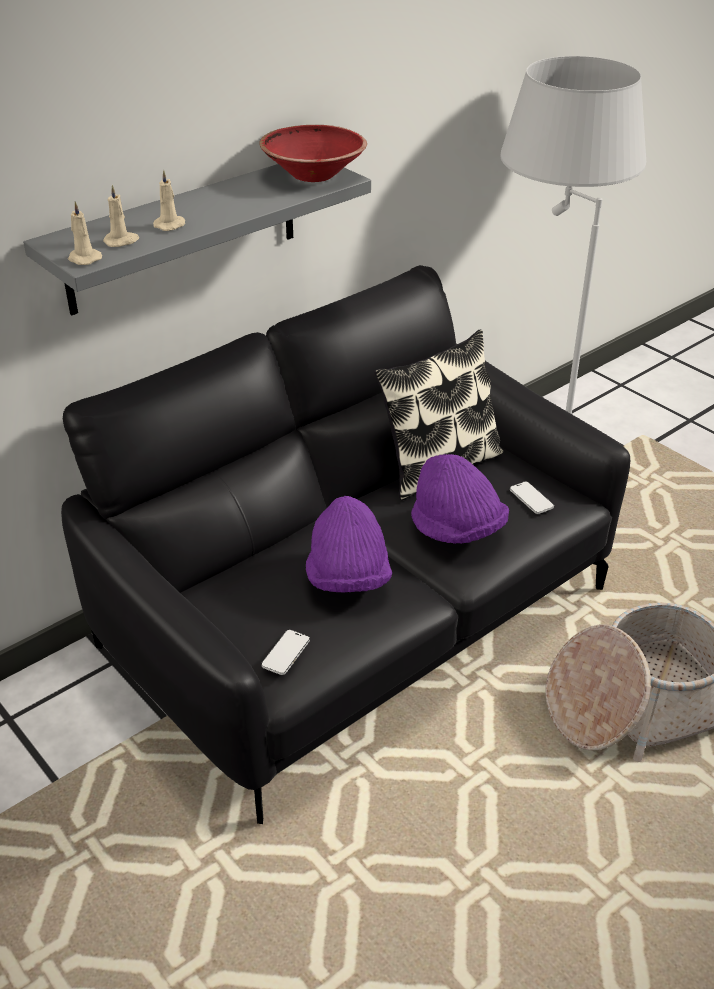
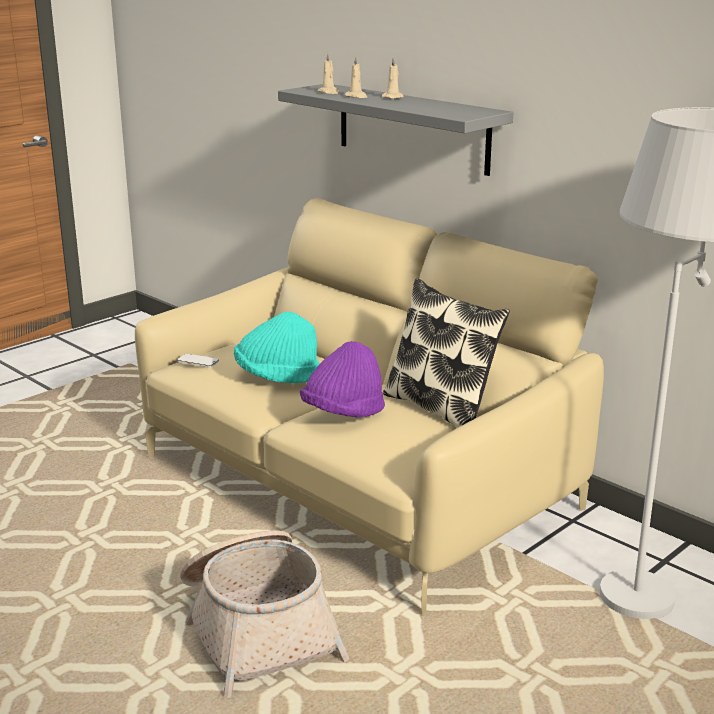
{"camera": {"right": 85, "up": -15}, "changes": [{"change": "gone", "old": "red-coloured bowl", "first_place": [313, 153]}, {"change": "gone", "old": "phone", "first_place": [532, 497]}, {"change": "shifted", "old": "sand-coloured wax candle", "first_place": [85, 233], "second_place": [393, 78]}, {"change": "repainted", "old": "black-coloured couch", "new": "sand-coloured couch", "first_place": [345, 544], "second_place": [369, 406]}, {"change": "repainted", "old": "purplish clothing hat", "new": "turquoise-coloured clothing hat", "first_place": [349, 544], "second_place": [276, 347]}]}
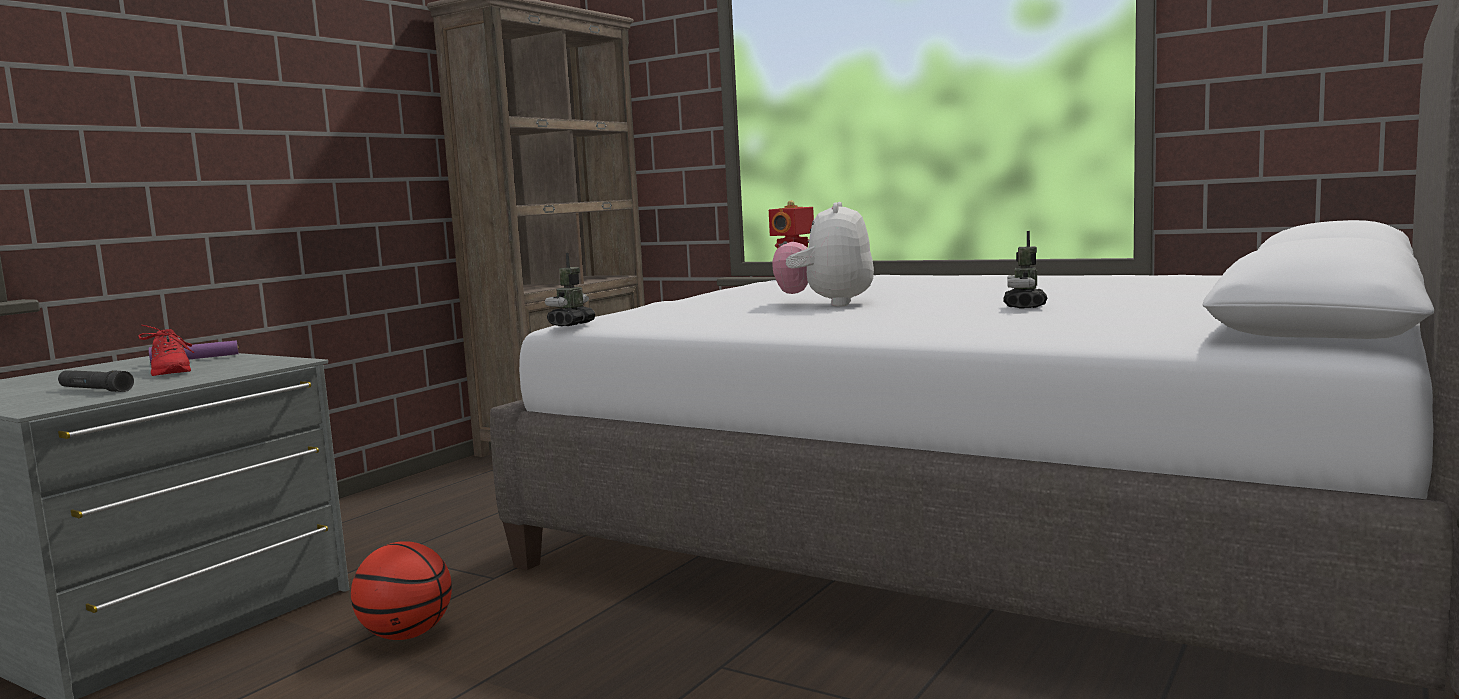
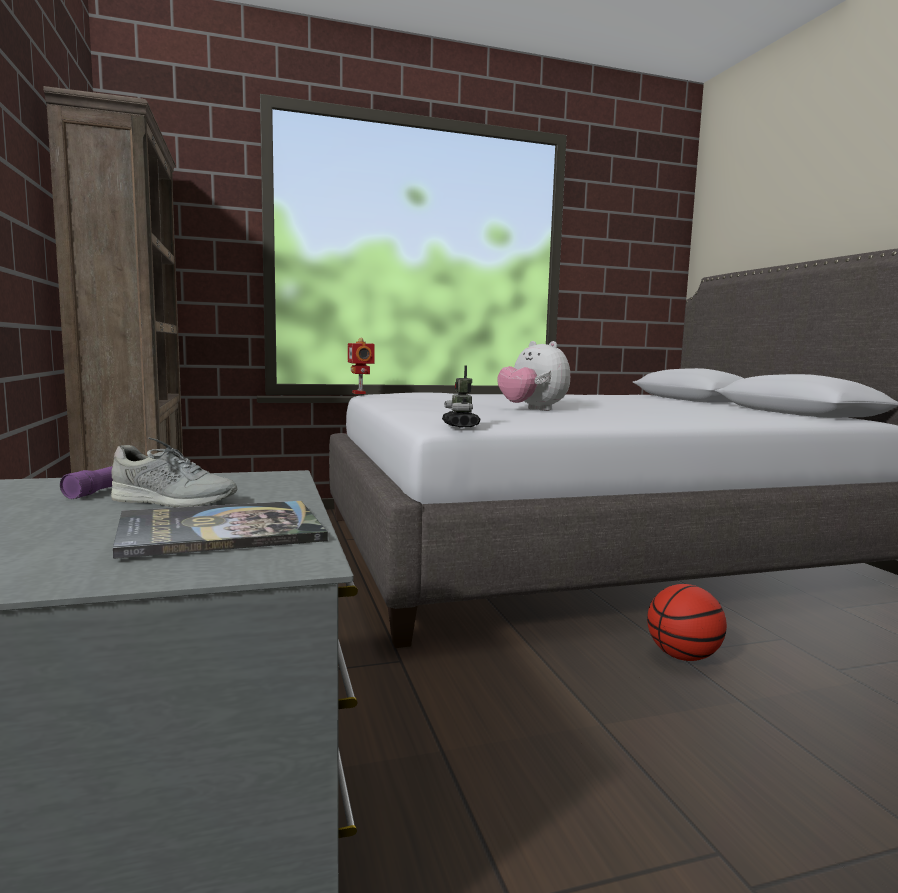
{"camera": {"right": -50, "up": 0}, "changes": [{"change": "gone", "old": "model robot", "first_place": [1025, 270]}, {"change": "shifted", "old": "basketball", "first_place": [401, 590], "second_place": [687, 622]}, {"change": "swapped", "old": "black-coloured flashlight", "new": "bound book", "first_place": [96, 381], "second_place": [220, 530]}, {"change": "repainted", "old": "red-coloured shoe", "new": "grey shoe", "first_place": [166, 350], "second_place": [174, 473]}]}
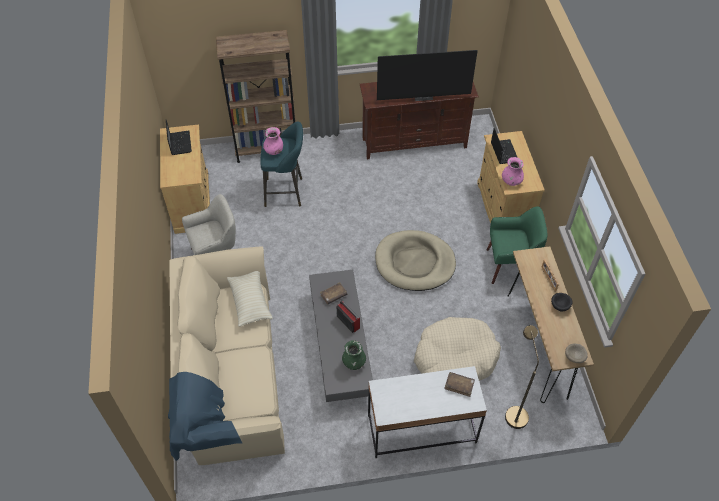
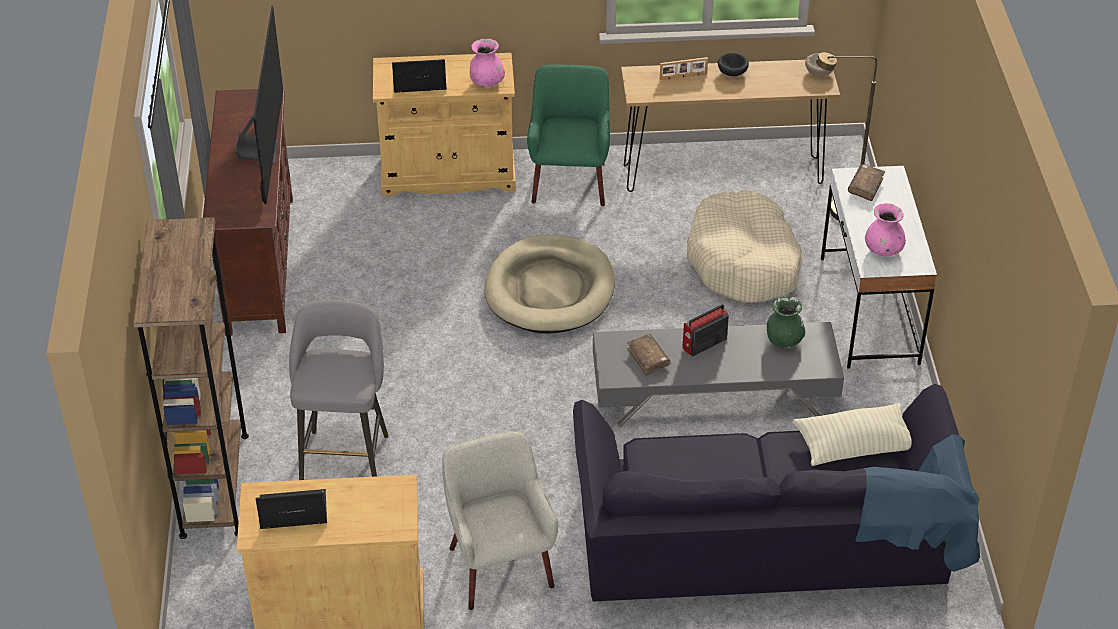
{"camera": {"right": -85, "up": -10}, "changes": [{"change": "shifted", "old": "sand-coloured throw pillow", "first_place": [250, 299], "second_place": [852, 434]}, {"change": "shifted", "old": "pink vase", "first_place": [273, 141], "second_place": [885, 230]}, {"change": "repainted", "old": "sand-coloured couch", "new": "black-coloured couch", "first_place": [226, 355], "second_place": [776, 493]}, {"change": "repainted", "old": "turquoise-coloured sitting stool", "new": "grey sitting stool", "first_place": [281, 164], "second_place": [339, 390]}]}
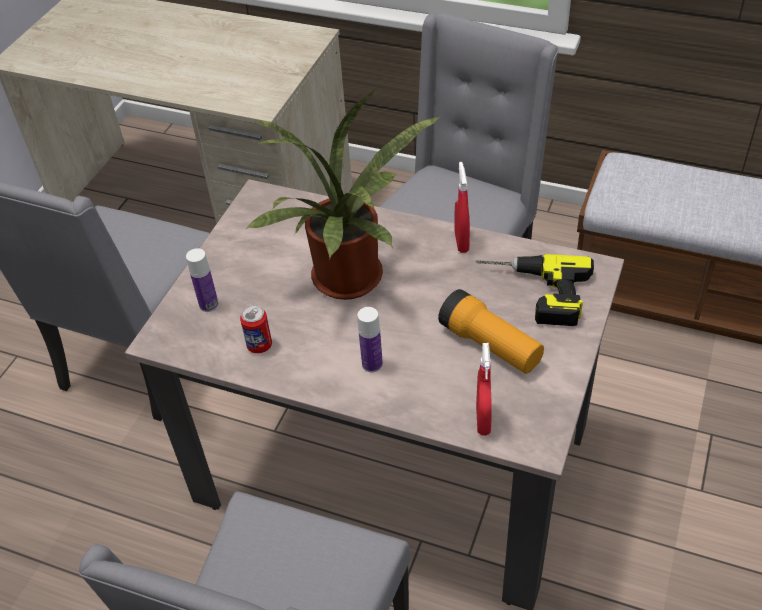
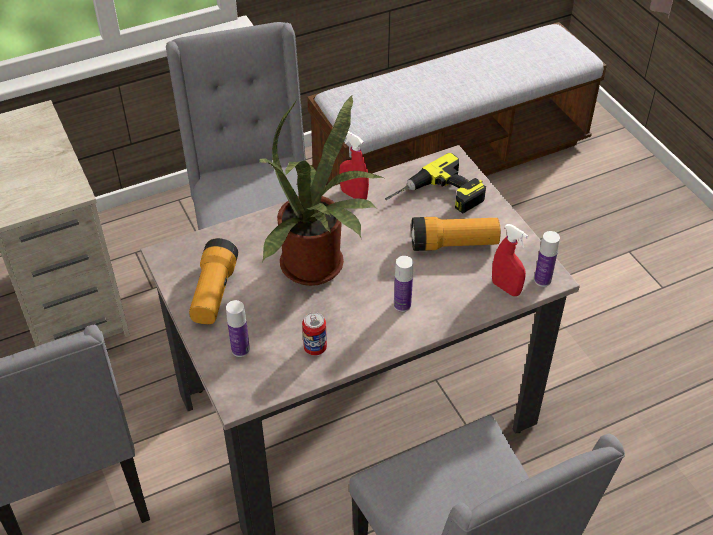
{"camera": {"right": -50, "up": 0}, "changes": [{"change": "new", "new": "flashlight", "second_place": [213, 281]}, {"change": "new", "new": "drink bottle", "second_place": [547, 259]}]}
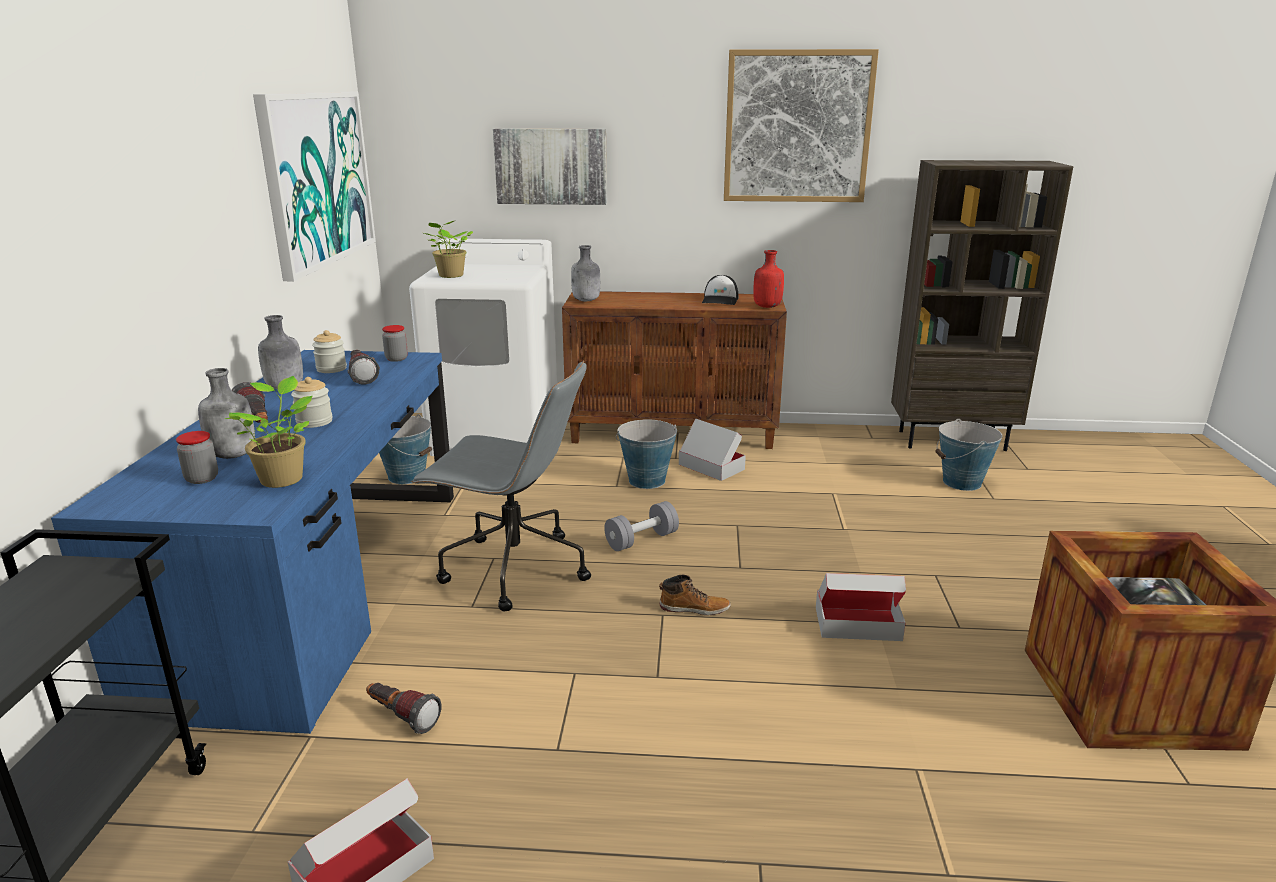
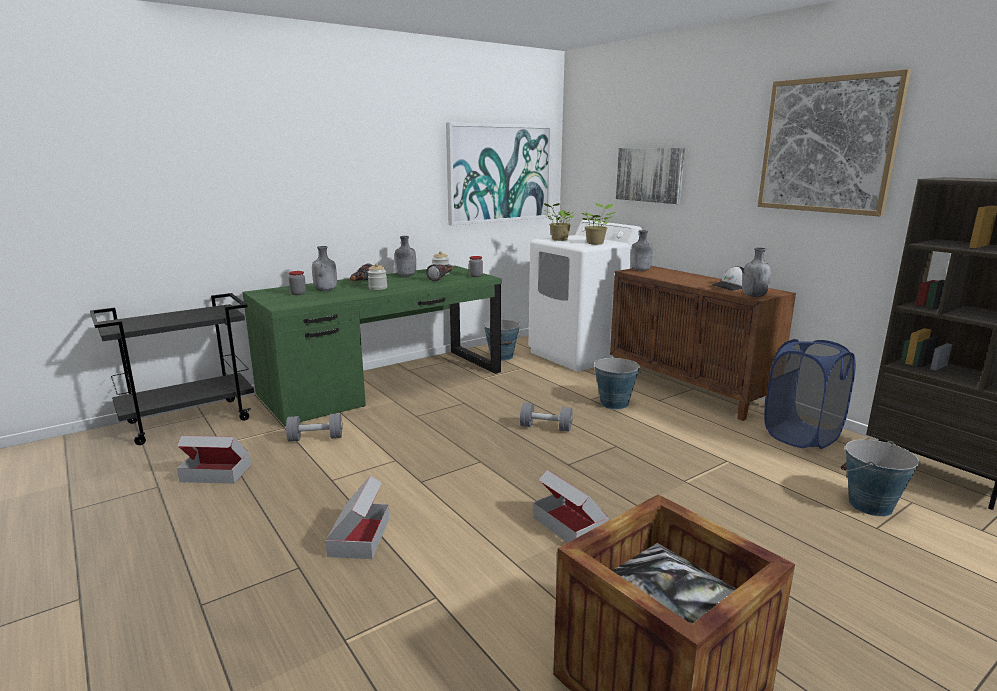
{"camera": {"right": 50, "up": -5}, "changes": [{"change": "gone", "old": "grey computer chair", "first_place": [501, 486]}, {"change": "gone", "old": "boot", "first_place": [695, 595]}, {"change": "new", "new": "blue hamper", "second_place": [810, 394]}, {"change": "shifted", "old": "plant in a pot", "first_place": [268, 432], "second_place": [598, 223]}, {"change": "shifted", "old": "carton", "first_place": [712, 450], "second_place": [357, 517]}, {"change": "swapped", "old": "flashlight", "new": "grey hand weight", "first_place": [404, 708], "second_place": [314, 427]}, {"change": "repainted", "old": "blue desk", "new": "green desk", "first_place": [252, 542], "second_place": [372, 346]}, {"change": "repainted", "old": "red-coloured drink bottle", "new": "grey drink bottle", "first_place": [768, 279], "second_place": [756, 272]}]}
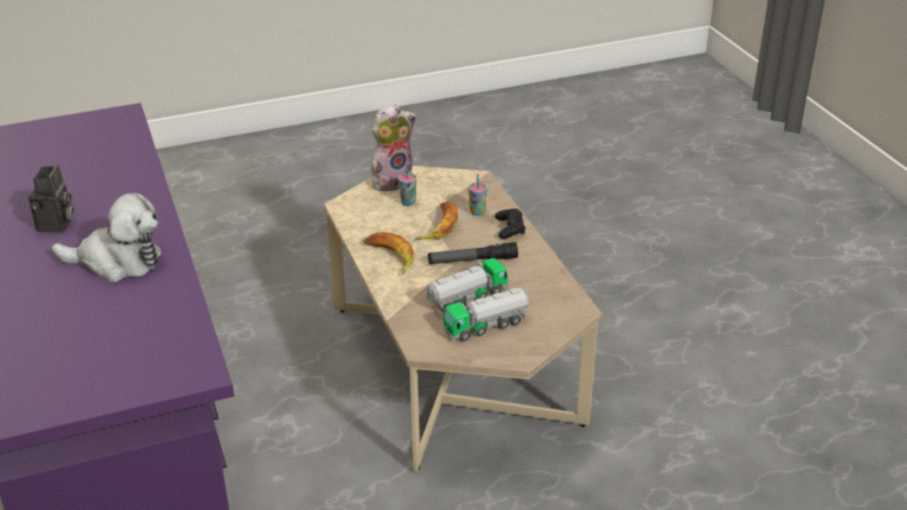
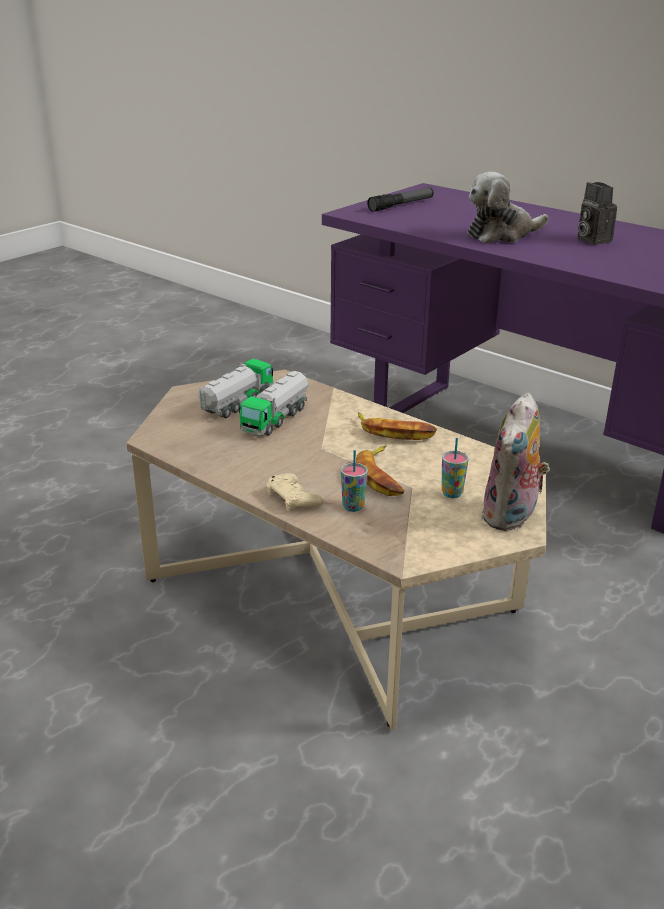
{"camera": {"right": 150, "up": -5}, "changes": [{"change": "shifted", "old": "flashlight", "first_place": [473, 253], "second_place": [400, 199]}, {"change": "repainted", "old": "black-coloured game controller", "new": "sand-coloured game controller", "first_place": [510, 223], "second_place": [295, 492]}]}
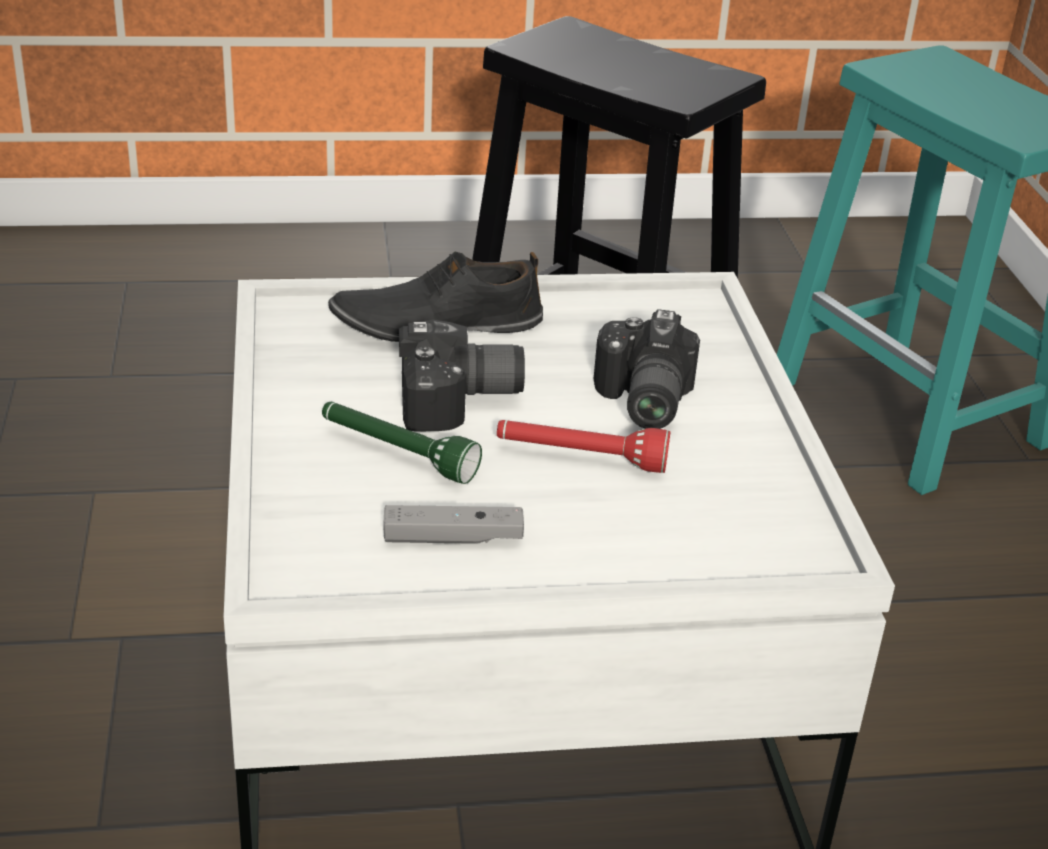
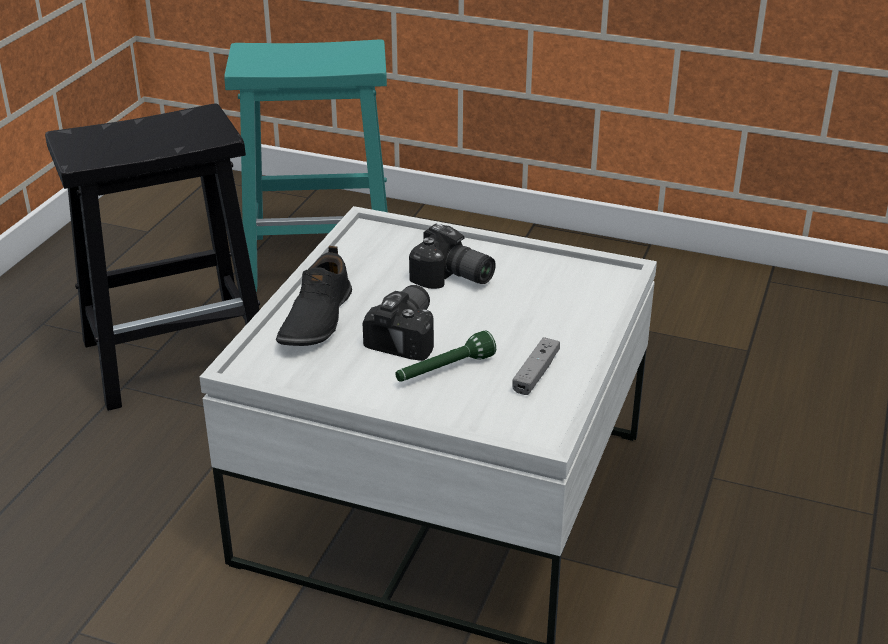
{"camera": {"right": -60, "up": 0}, "changes": [{"change": "gone", "old": "red-coloured flashlight", "first_place": [584, 446]}]}
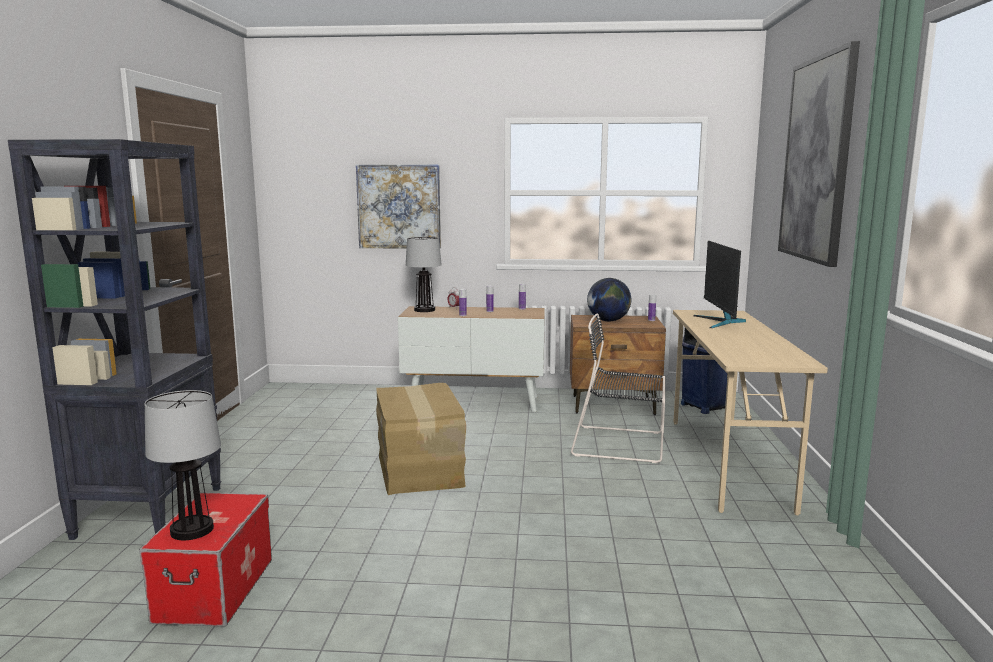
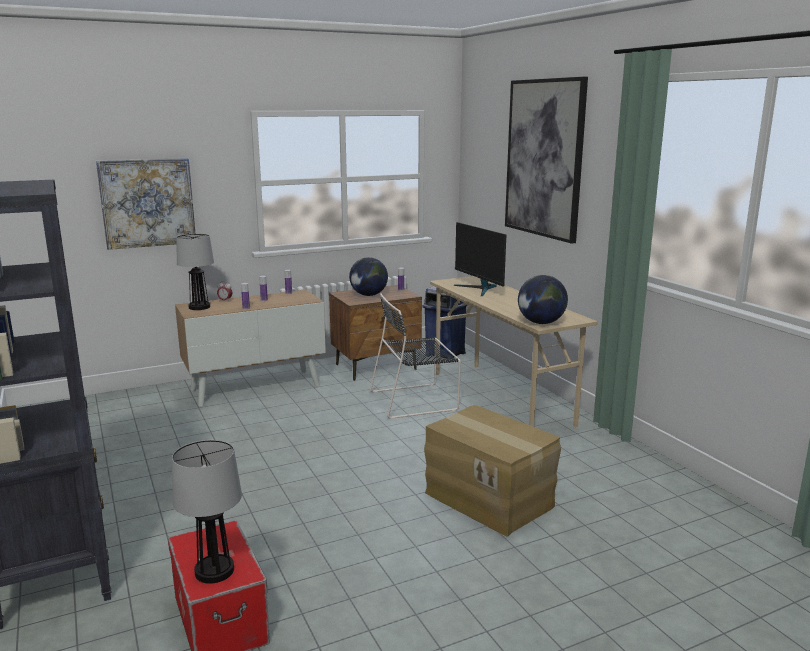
{"camera": {"right": -30, "up": 5}, "changes": [{"change": "new", "new": "world globe", "second_place": [543, 299]}, {"change": "shifted", "old": "carton", "first_place": [421, 439], "second_place": [492, 471]}]}
